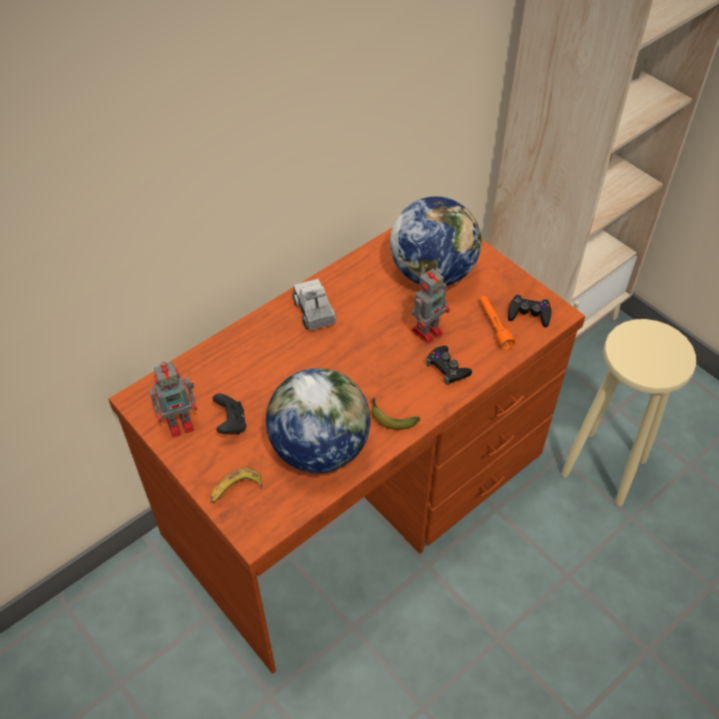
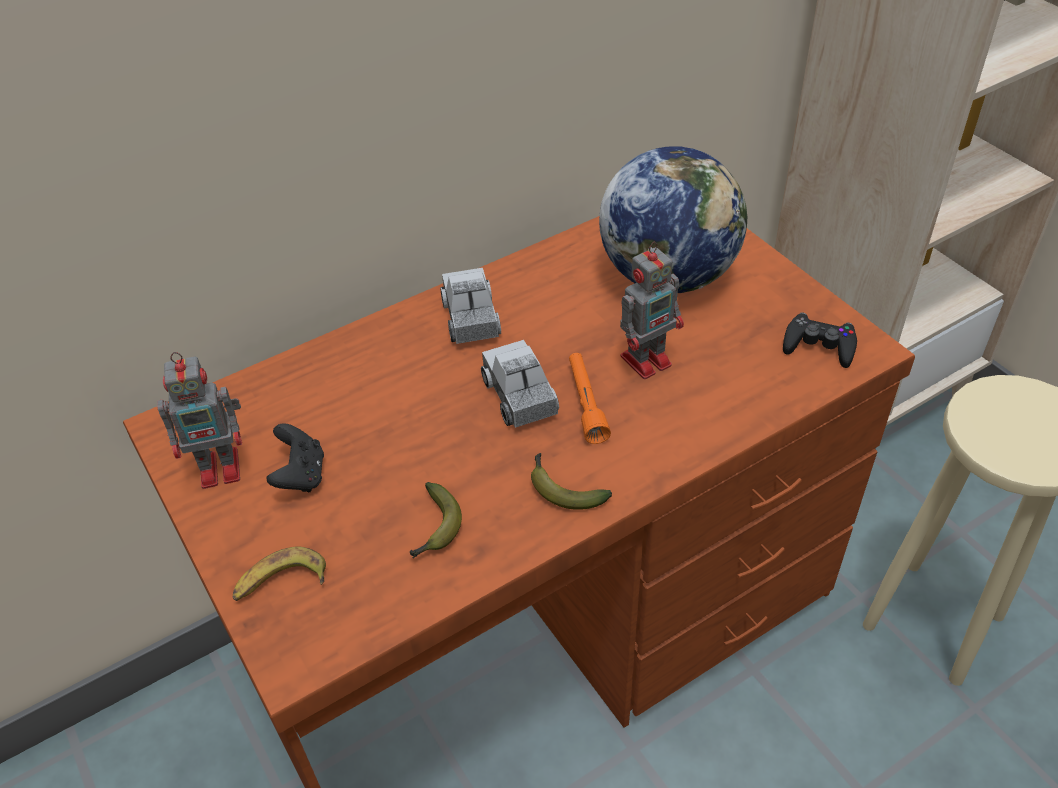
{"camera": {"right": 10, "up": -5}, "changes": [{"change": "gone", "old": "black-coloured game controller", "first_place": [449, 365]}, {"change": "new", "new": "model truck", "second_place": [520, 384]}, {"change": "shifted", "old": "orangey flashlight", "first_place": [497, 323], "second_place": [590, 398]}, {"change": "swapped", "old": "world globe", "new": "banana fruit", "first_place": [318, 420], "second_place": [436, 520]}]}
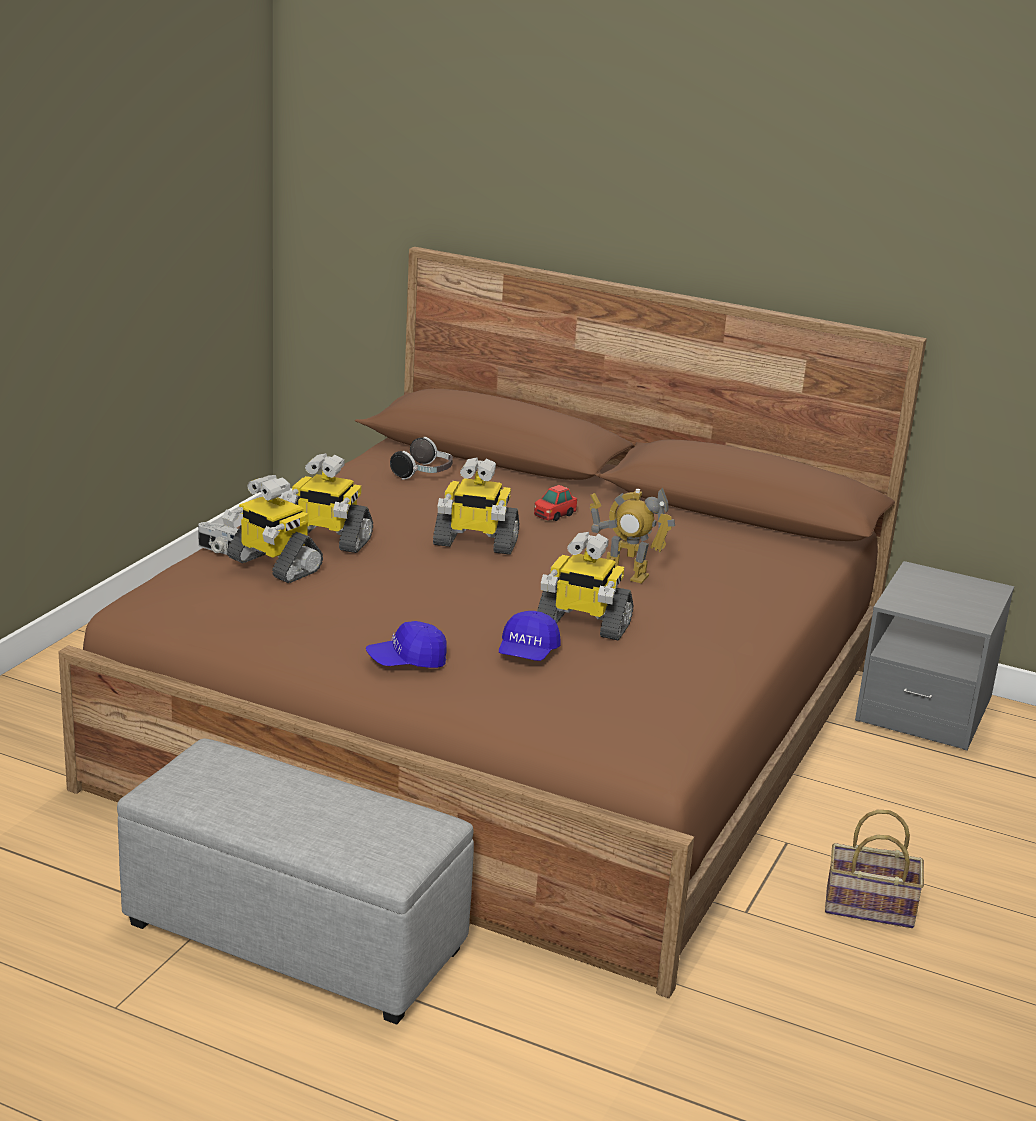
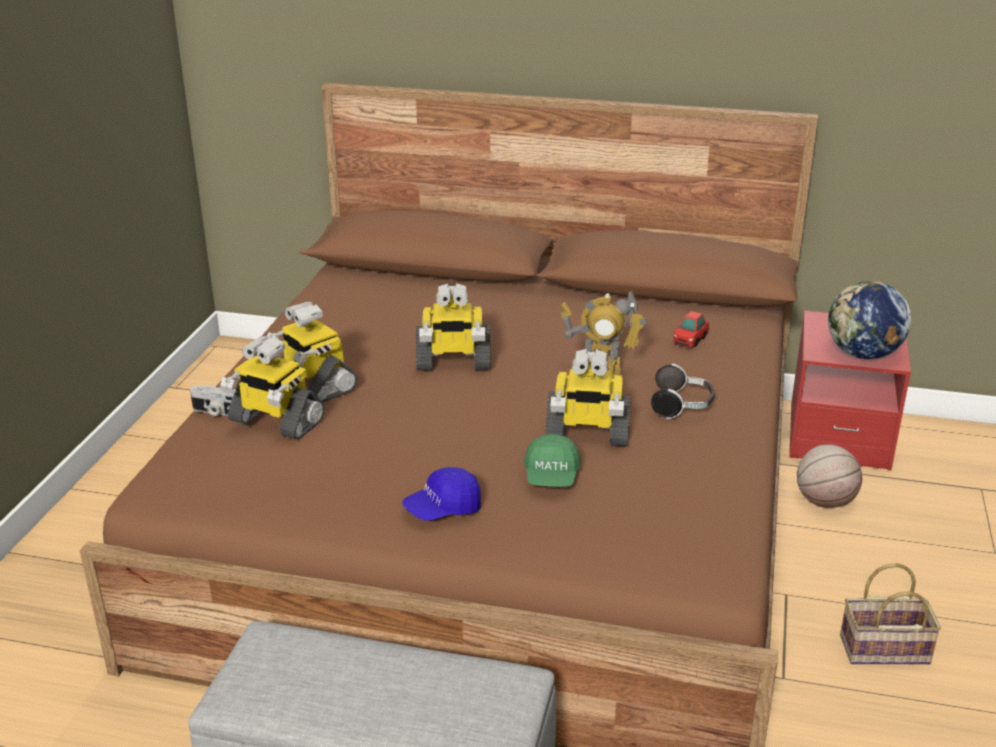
{"camera": {"right": -10, "up": 5}, "changes": [{"change": "new", "new": "basketball", "second_place": [829, 476]}, {"change": "new", "new": "world globe", "second_place": [869, 320]}, {"change": "shifted", "old": "headset", "first_place": [421, 458], "second_place": [683, 391]}, {"change": "shifted", "old": "model car", "first_place": [555, 503], "second_place": [691, 329]}, {"change": "repainted", "old": "blue baseball cap", "new": "green baseball cap", "first_place": [530, 636], "second_place": [552, 460]}, {"change": "repainted", "old": "grey nightstand", "new": "red-coloured nightstand", "first_place": [934, 655], "second_place": [850, 390]}, {"change": "rotated", "old": "model robot", "first_place": [327, 503], "second_place": [312, 352], "degrees": 45}]}
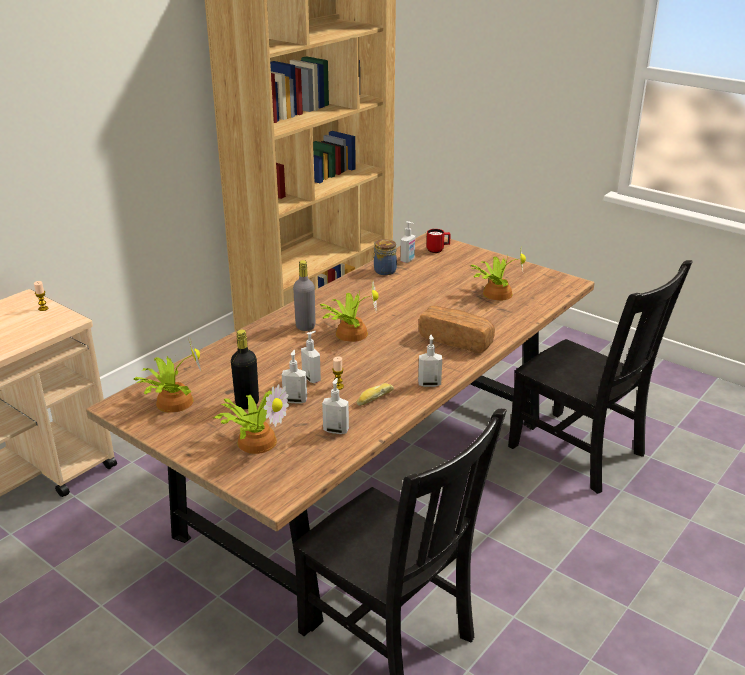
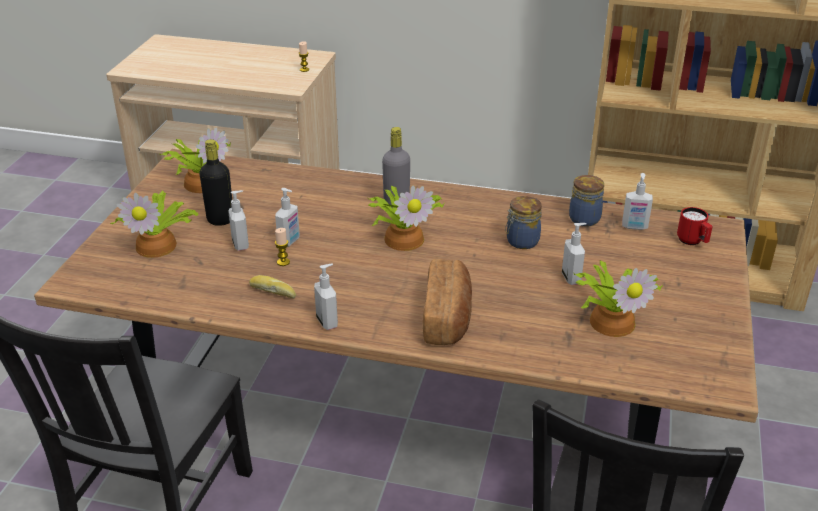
{"camera": {"right": 65, "up": 5}, "changes": [{"change": "new", "new": "jar", "second_place": [523, 222]}, {"change": "shifted", "old": "liquid soap bottle", "first_place": [335, 406], "second_place": [574, 254]}]}
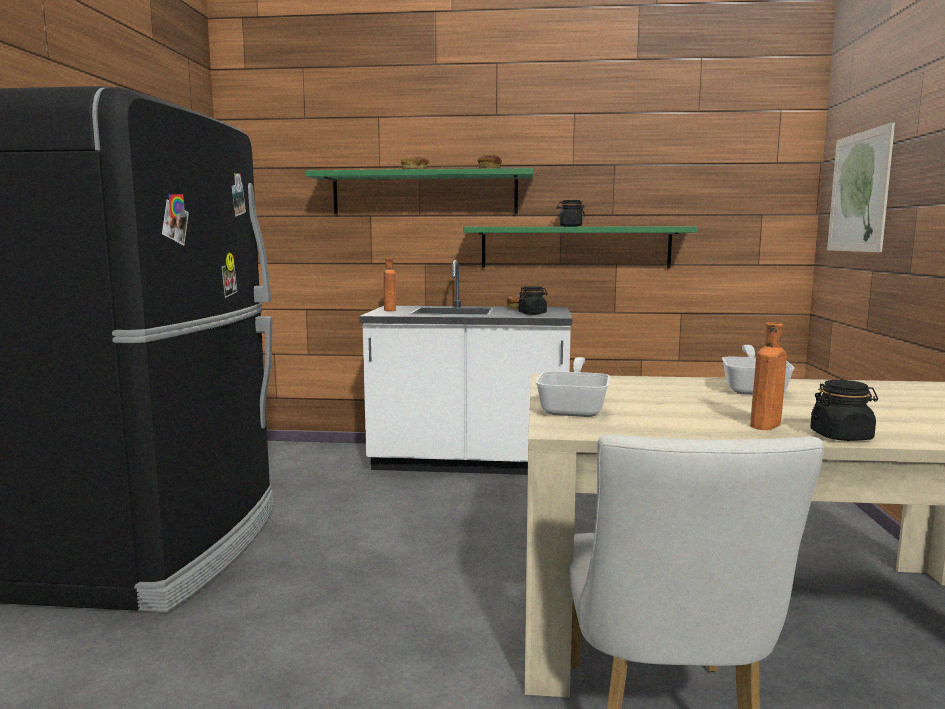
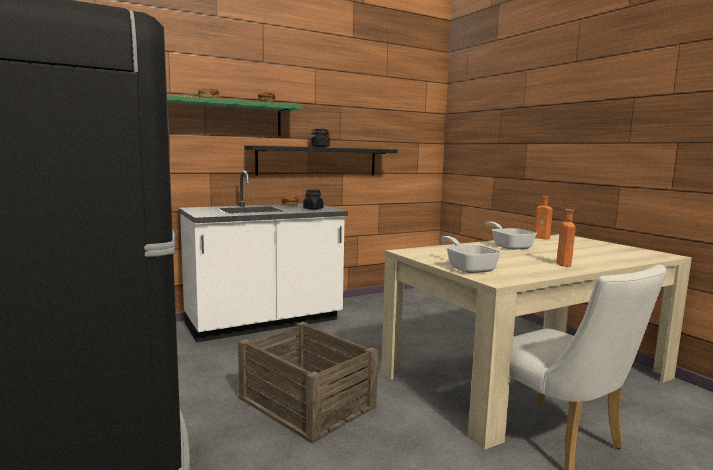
{"camera": {"right": -35, "up": 0}, "changes": [{"change": "gone", "old": "black-coloured jar", "first_place": [844, 410]}, {"change": "gone", "old": "picture", "first_place": [861, 187]}, {"change": "new", "new": "packing crate", "second_place": [308, 382]}, {"change": "shifted", "old": "orangey drink bottle", "first_place": [390, 284], "second_place": [543, 217]}, {"change": "repainted", "old": "green bracket shelf", "new": "black-coloured bracket shelf", "first_place": [580, 247], "second_place": [320, 160]}]}
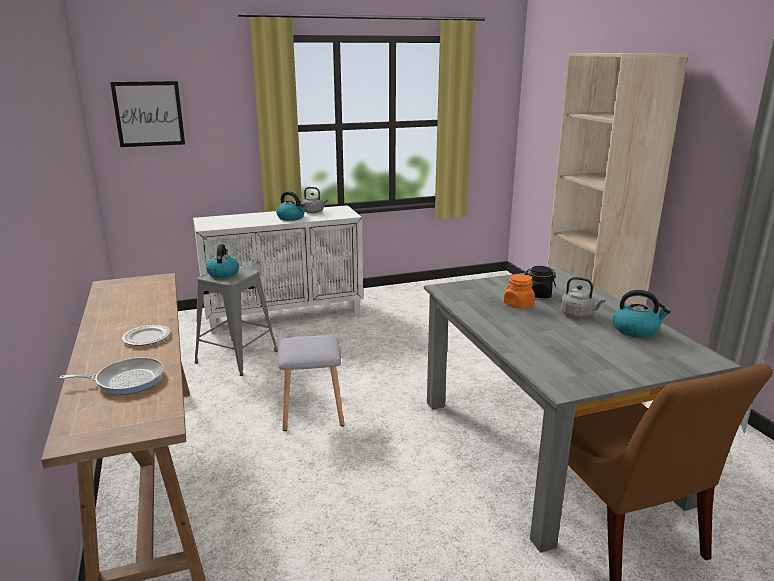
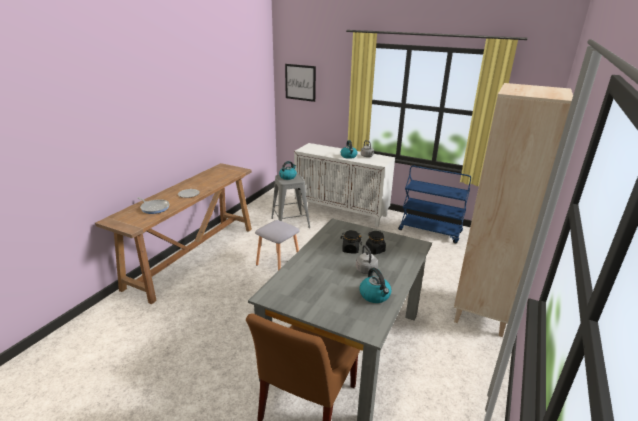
{"camera": {"right": 45, "up": 5}, "changes": [{"change": "new", "new": "blue trolley", "second_place": [434, 204]}, {"change": "repainted", "old": "orangey jar", "new": "black-coloured jar", "first_place": [519, 291], "second_place": [351, 241]}]}
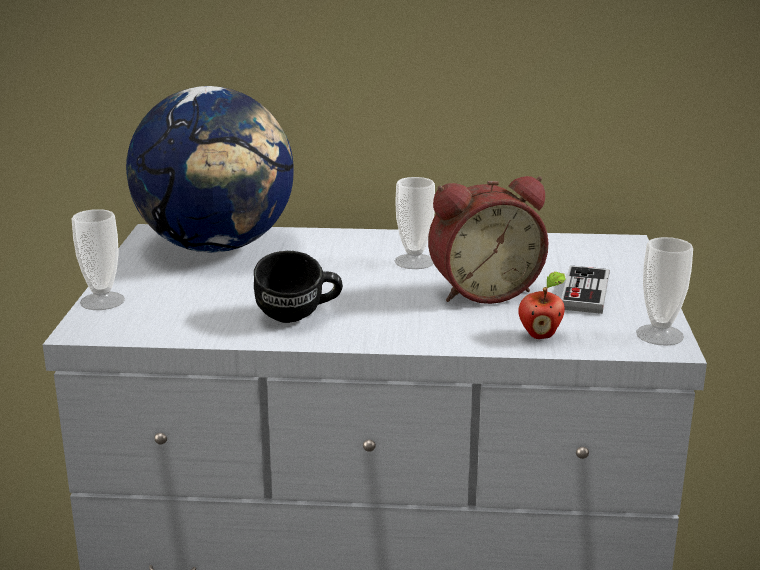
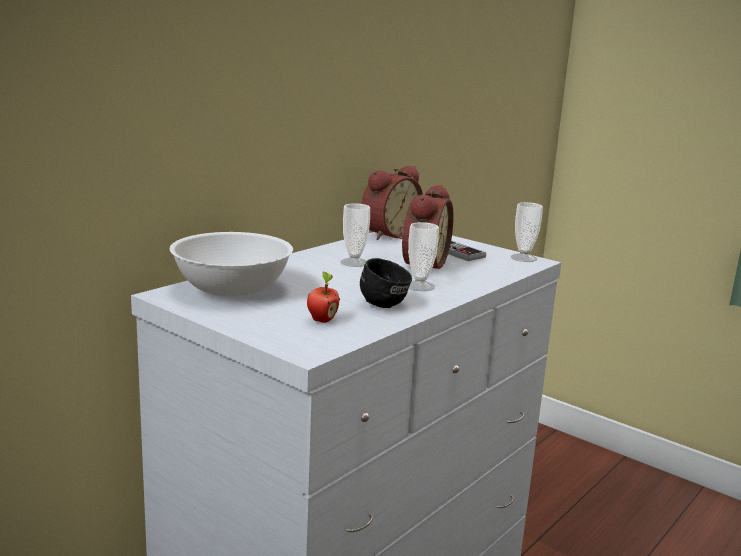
{"camera": {"right": -55, "up": -5}, "changes": [{"change": "new", "new": "alarm clock", "second_place": [392, 203]}, {"change": "shifted", "old": "cup", "first_place": [98, 259], "second_place": [423, 256]}, {"change": "shifted", "old": "whole apple", "first_place": [542, 305], "second_place": [323, 297]}, {"change": "swapped", "old": "world globe", "new": "white-coloured bowl", "first_place": [210, 169], "second_place": [231, 264]}]}
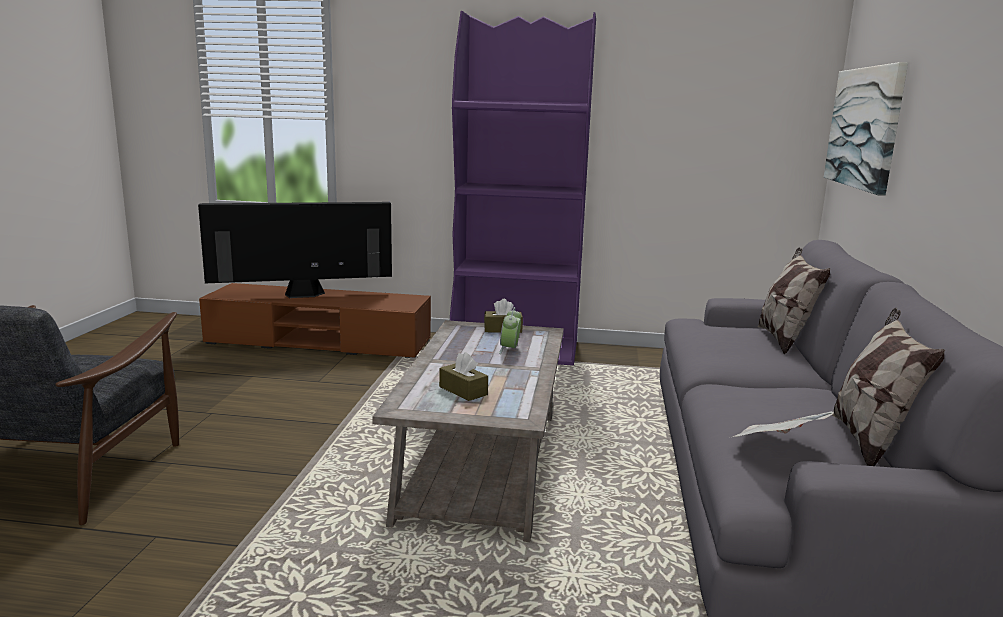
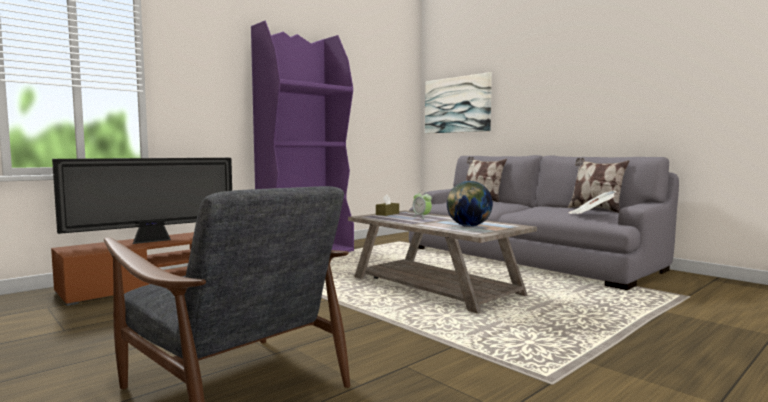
{"camera": {"right": -50, "up": -10}, "changes": [{"change": "swapped", "old": "brown-coloured tissue holder", "new": "world globe", "first_place": [463, 376], "second_place": [470, 204]}, {"change": "rotated", "old": "TV set", "first_place": [295, 250], "second_place": [142, 201], "degrees": -150}]}
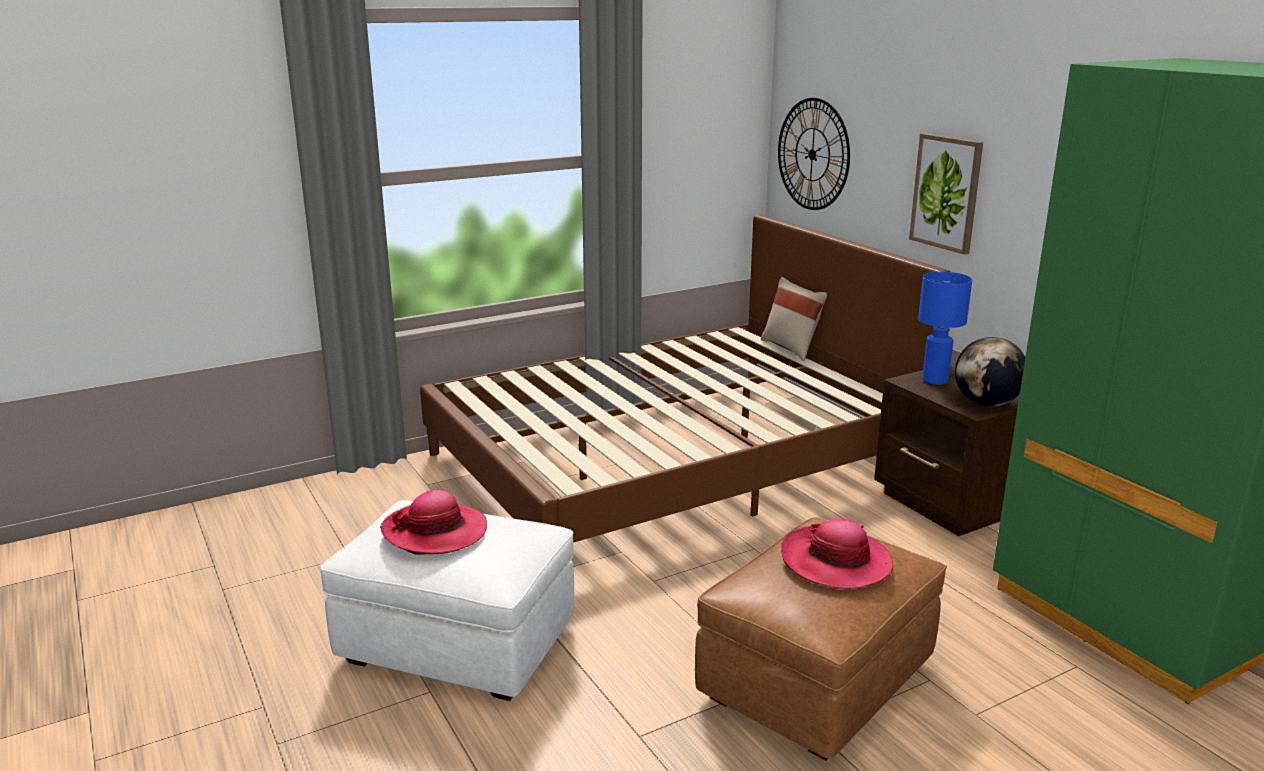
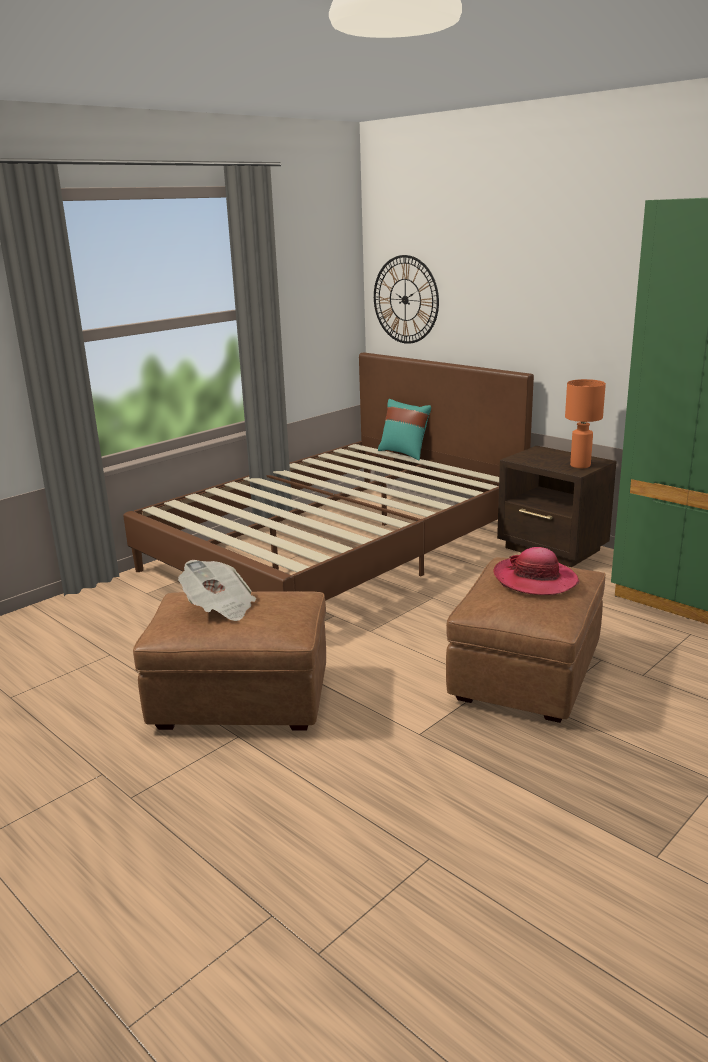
{"camera": {"right": -15, "up": 0}, "changes": [{"change": "gone", "old": "picture", "first_place": [946, 194]}, {"change": "gone", "old": "blue tabletop lamp", "first_place": [945, 328]}, {"change": "swapped", "old": "clothing hat", "new": "newspaper", "first_place": [433, 522], "second_place": [217, 590]}, {"change": "swapped", "old": "world globe", "new": "orangey tabletop lamp", "first_place": [990, 371], "second_place": [585, 423]}, {"change": "repainted", "old": "white-coloured ottoman", "new": "brown-coloured ottoman", "first_place": [447, 600], "second_place": [229, 661]}, {"change": "repainted", "old": "sand-coloured throw pillow", "new": "turquoise-coloured throw pillow", "first_place": [794, 319], "second_place": [404, 429]}]}
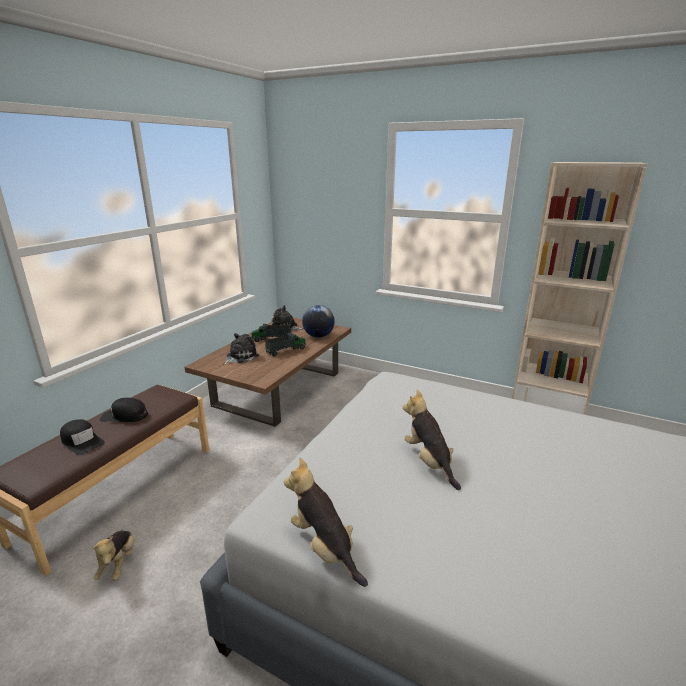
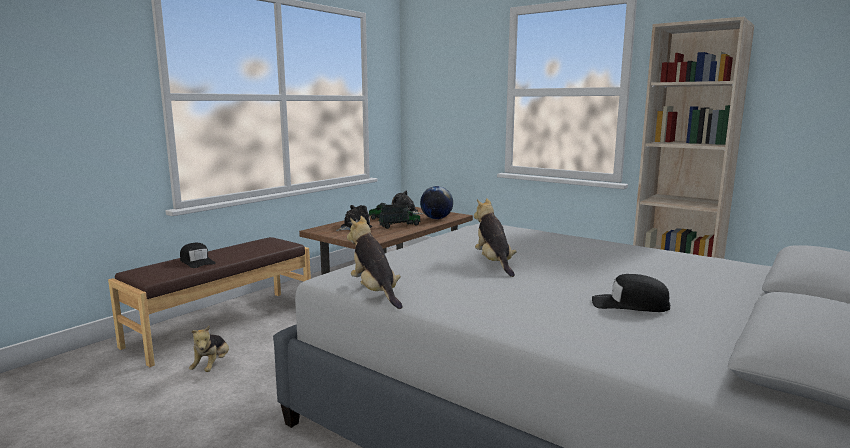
{"camera": {"right": 10, "up": -10}, "changes": [{"change": "shifted", "old": "black-coloured baseball cap", "first_place": [124, 410], "second_place": [631, 293]}]}
